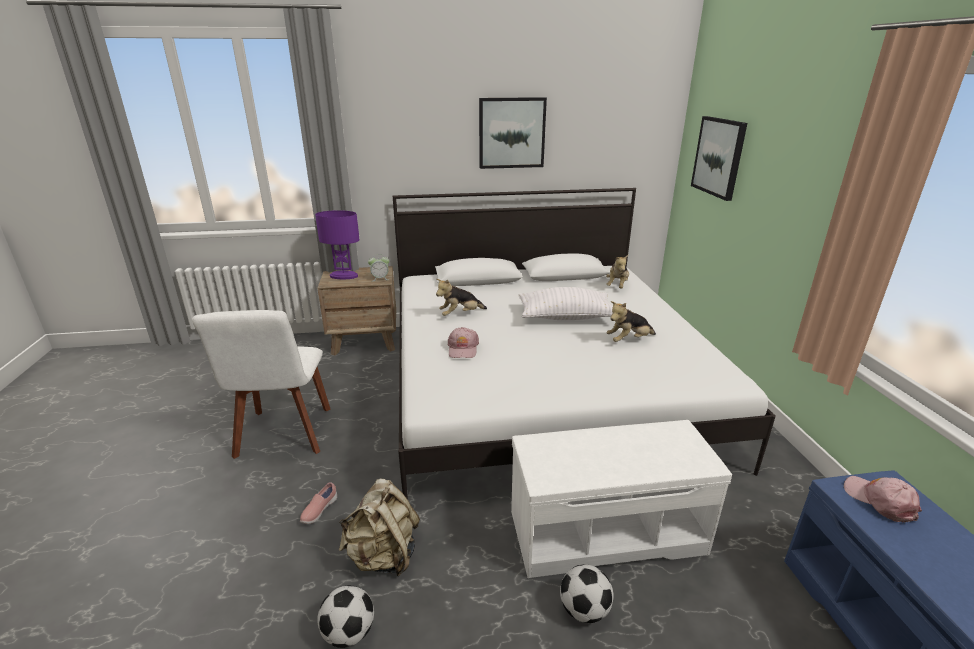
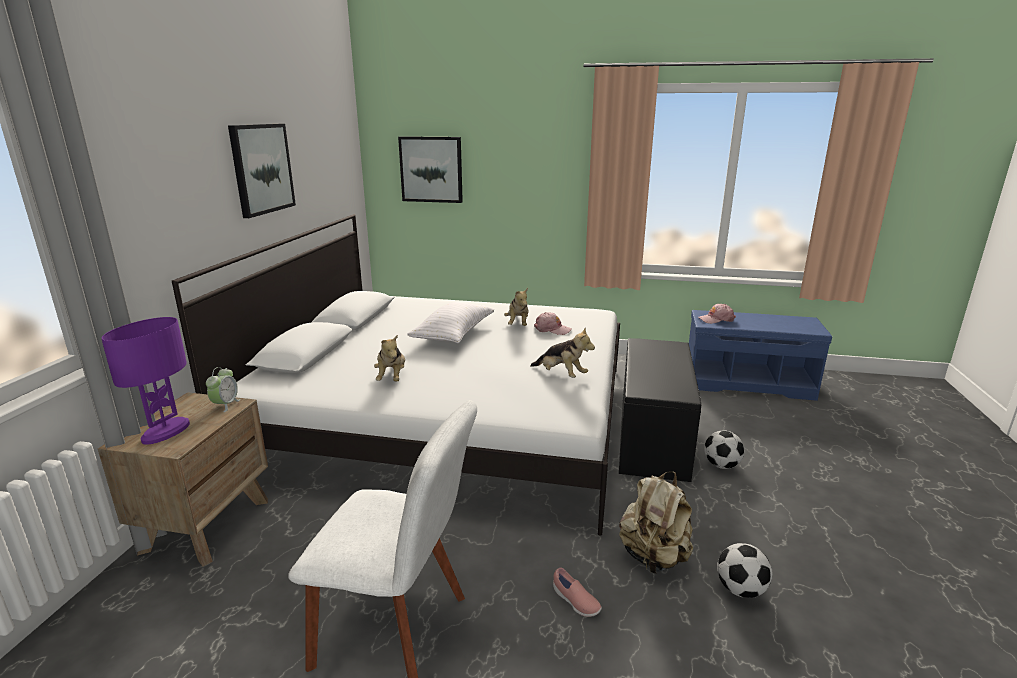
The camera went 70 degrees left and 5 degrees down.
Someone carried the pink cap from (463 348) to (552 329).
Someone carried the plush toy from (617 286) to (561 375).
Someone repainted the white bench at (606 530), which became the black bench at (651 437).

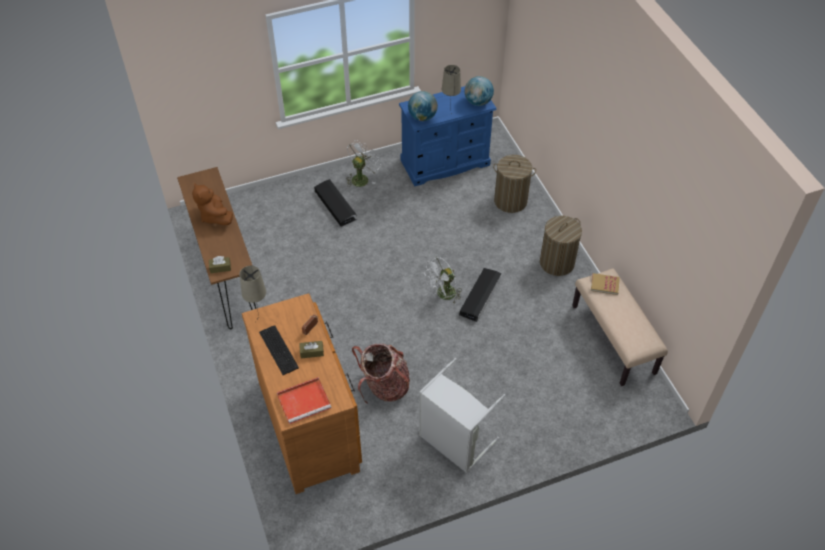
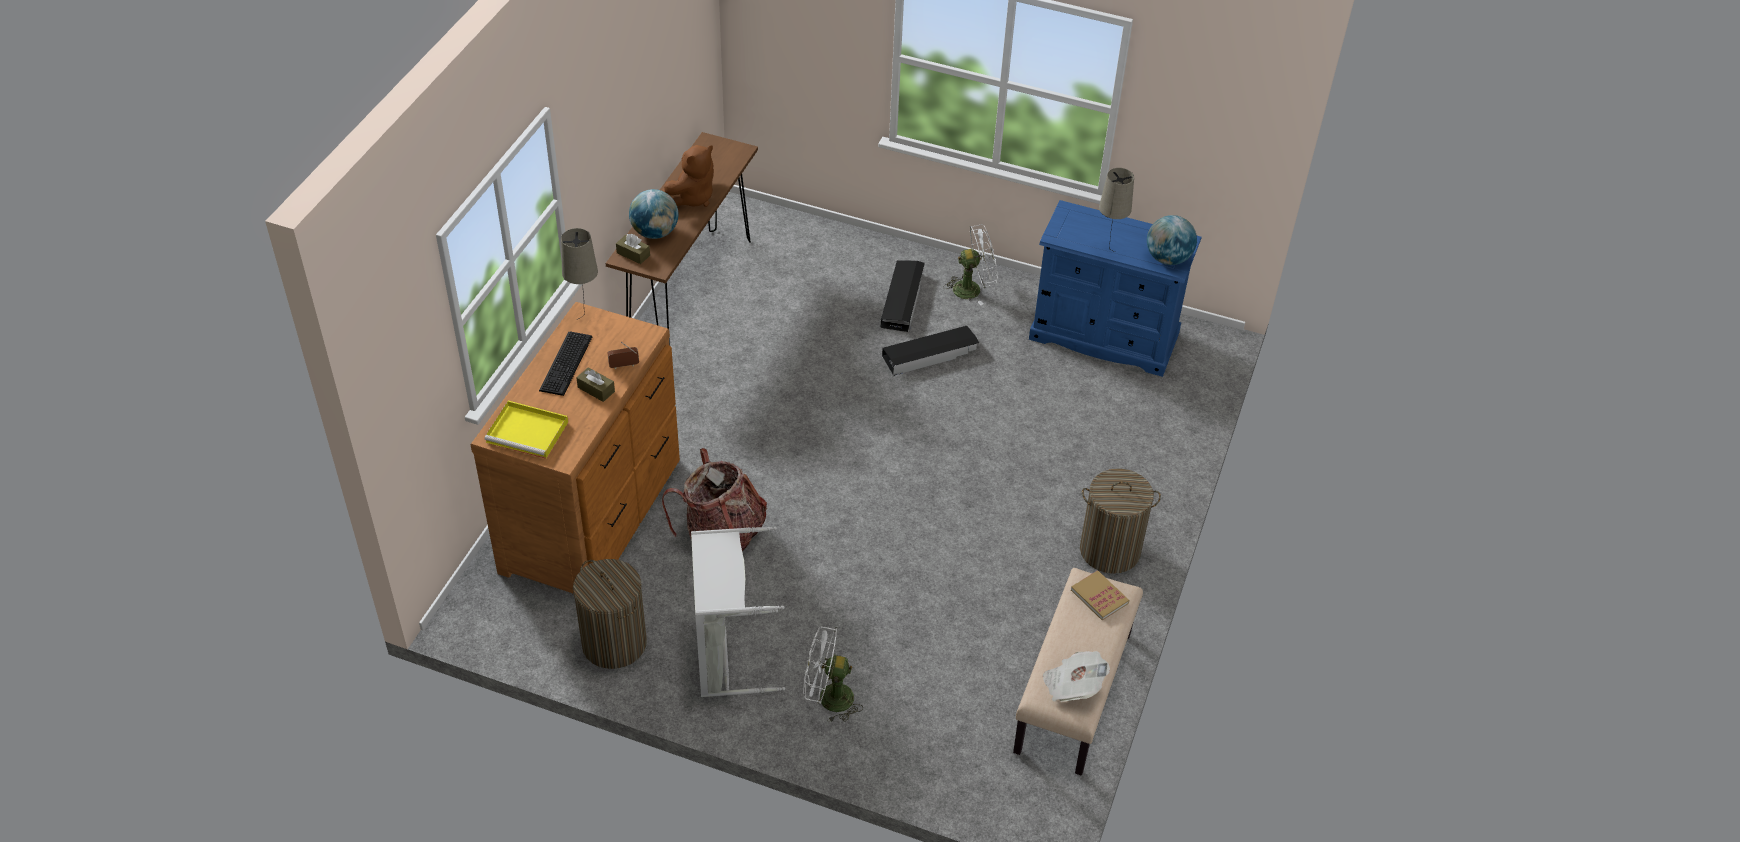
The camera went 40 degrees right and 5 degrees down.
Someone put down the newspaper at (1073 685).
Someone carried the globe from (422 117) to (655 233).
Someone carried the white fan from (443 295) to (828 698).
Someone carried the black storage box from (480 296) to (930 354).
Someone carried the laundry basket from (510 201) to (614 643).
Someone repainted the red tray at (305 401), which became the yellow tray at (529 432).
Someone rotated the brown plush toy at (215 216) by 150 degrees counterclockwise.

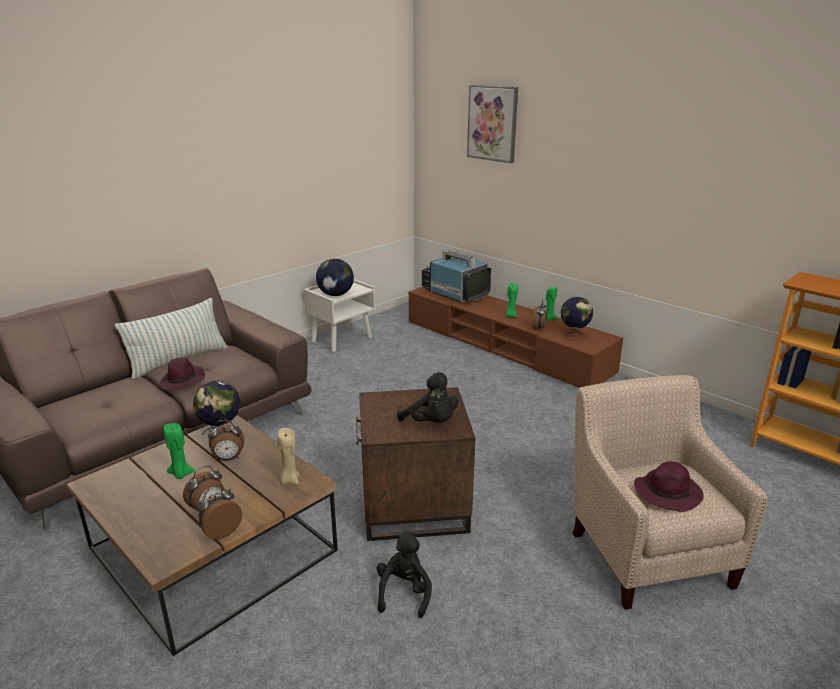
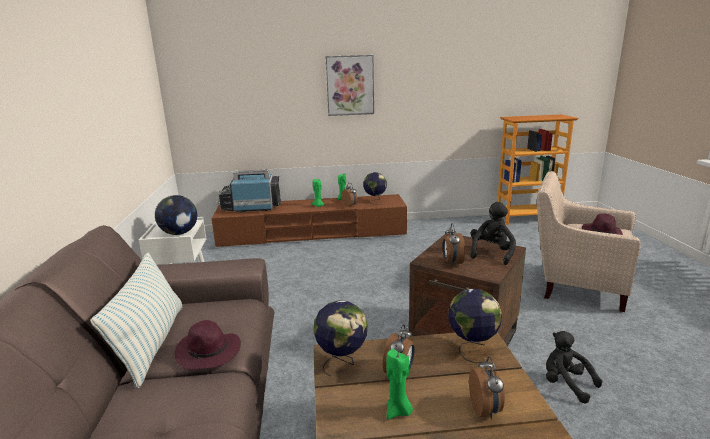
The camera went 50 degrees left and 5 degrees down.
Someone carried the alarm clock from (221 531) to (452 262).
Someone carried the picture from (492 123) to (350 85).
Someone swapped the beige candle at (289 480) for the globe at (472 349).
Someone rotated the black plush toy at (431 423) by 60 degrees counterclockwise.

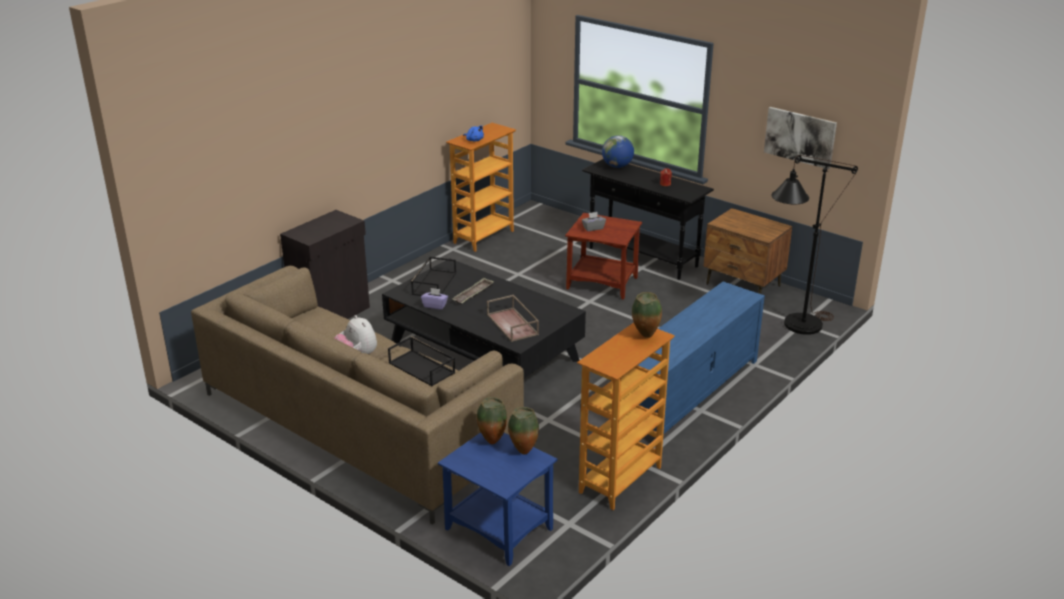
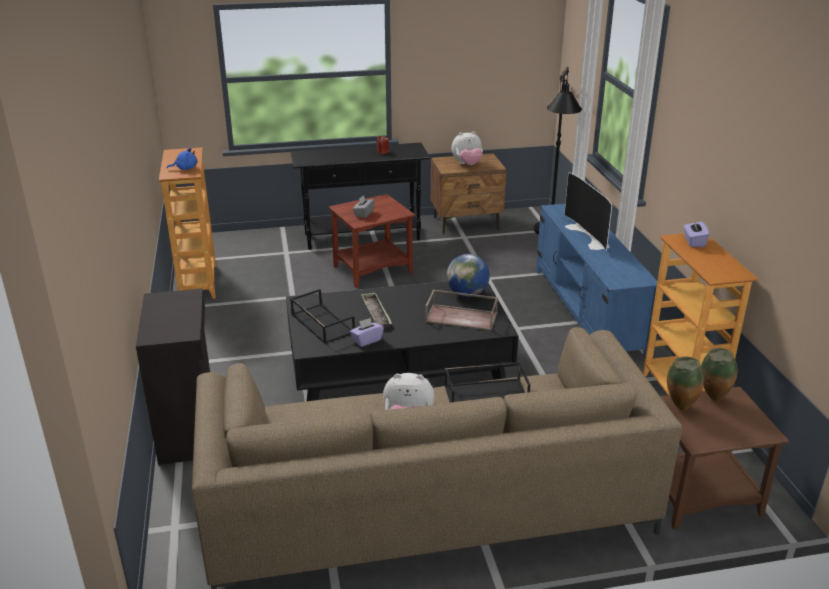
The camera went 50 degrees left and 0 degrees up.
Someone took away the picture at (800 137).
Someone put down the plush toy at (467 164).
Someone put down the television at (589 236).
Someone carried the globe from (617 166) to (467 294).
Someone swapped the vase at (645 336) for the purple tissue box at (694 242).
Someone repainted the blue side table at (498 530), which became the brown side table at (700 496).

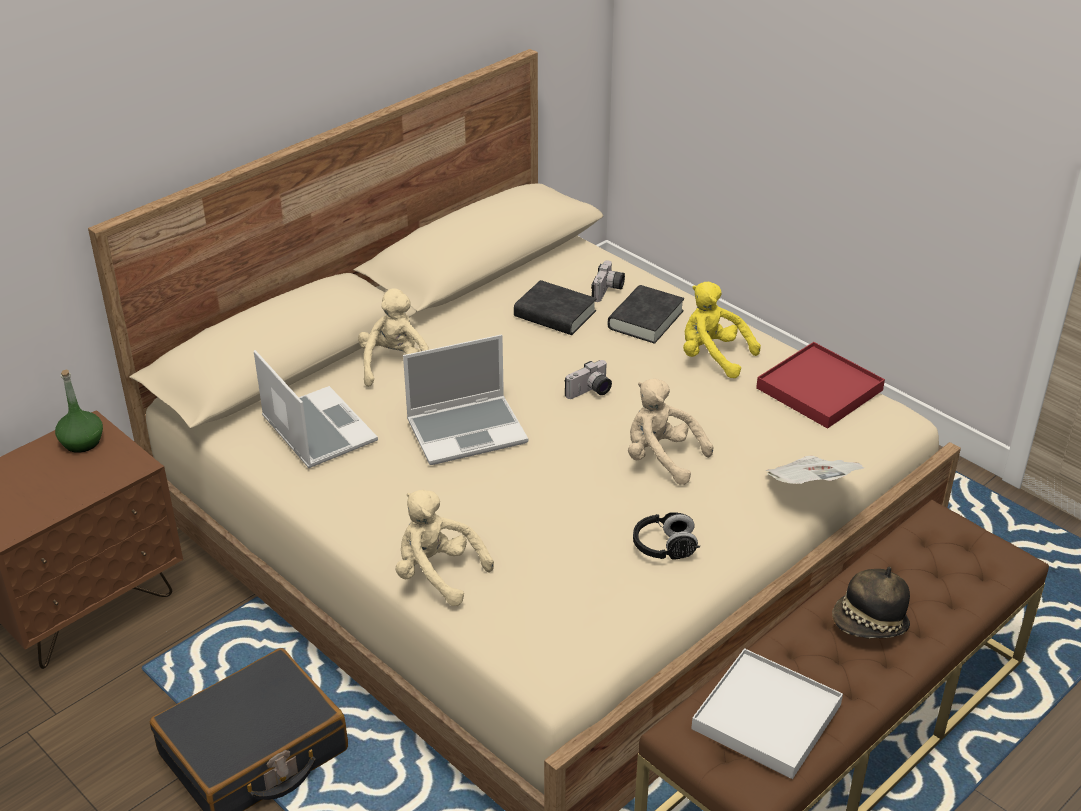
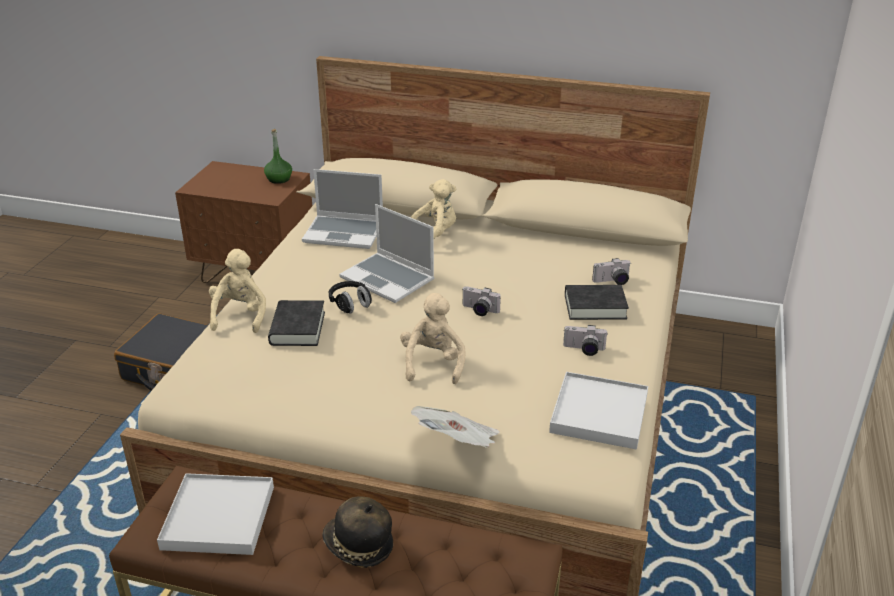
The camera went 60 degrees right and 5 degrees down.
Someone carried the black book from (555 314) to (297 328).
Someone carried the black headphones from (664 548) to (350 304).
Someone swapped the yellow plush toy at (712 357) for the photo camera at (584 350).
Someone repainted the red tray at (819 389), which became the white tray at (599 413).
Someone rotated the laptop at (316 430) by 75 degrees clockwise.

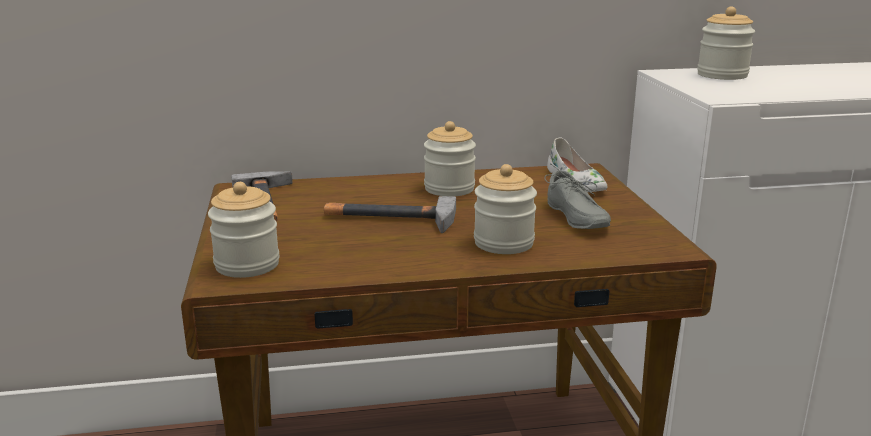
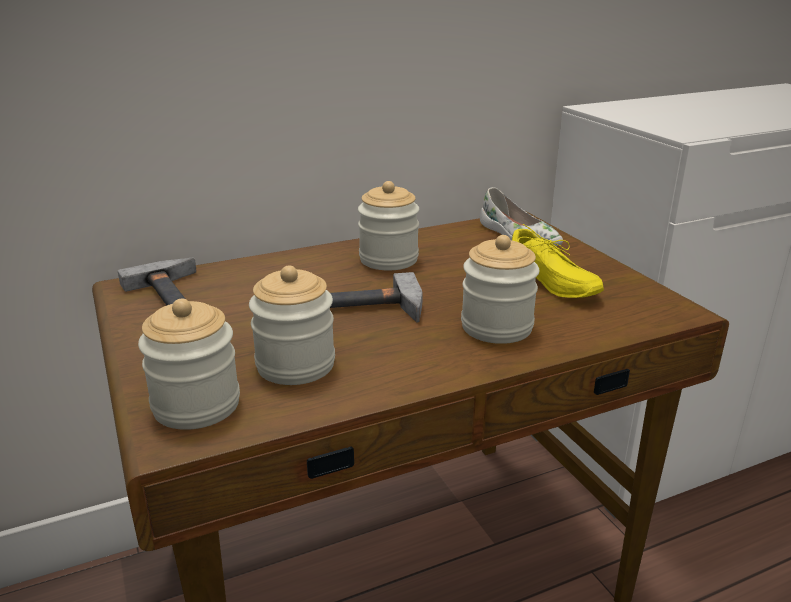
The camera went 15 degrees left and 5 degrees up.
Someone carried the jar from (722 75) to (295 365).
Someone repainted the grey shoe at (573 218), which became the yellow shoe at (548 283).

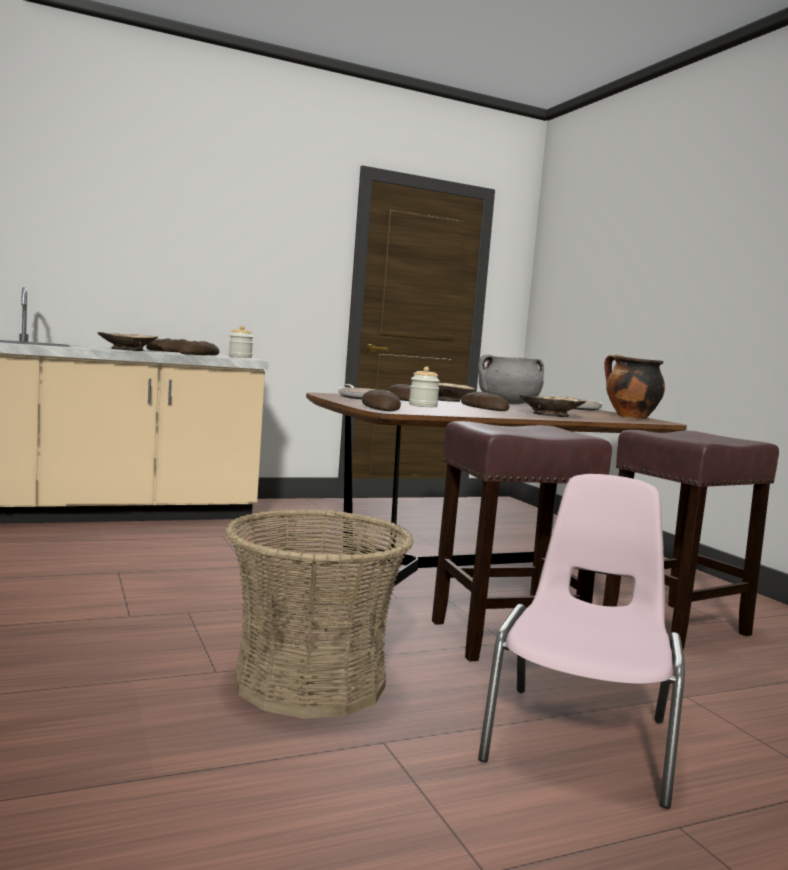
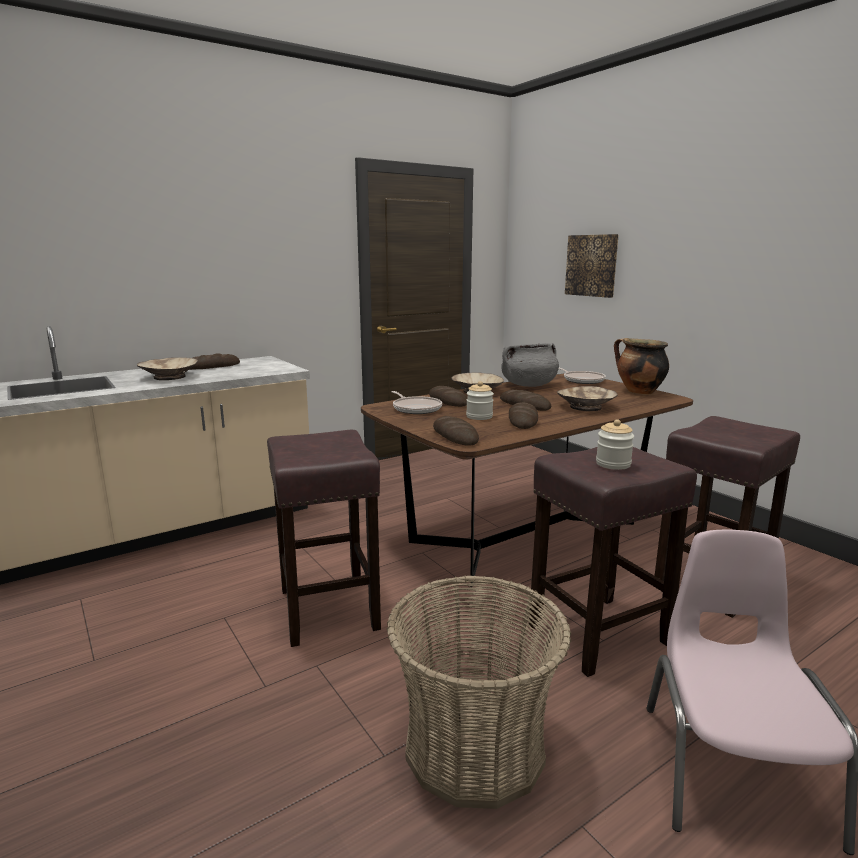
The camera went 10 degrees left and 10 degrees up.
Someone put down the brown stool at (327 608).
Someone put up the picture at (592 265).
Someone carried the bread from (199 354) to (522 420).
Someone carried the jar from (240 357) to (613 464).

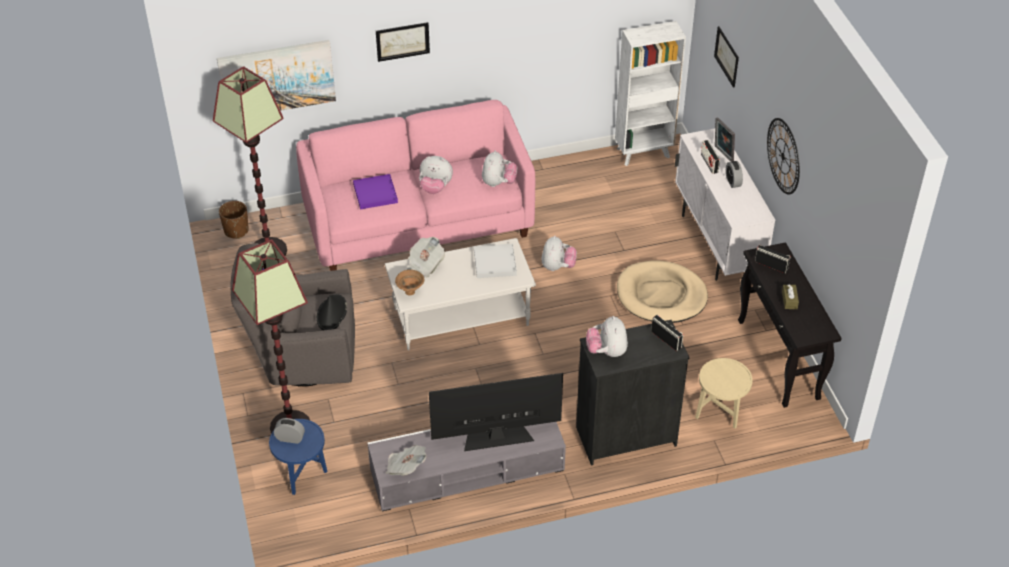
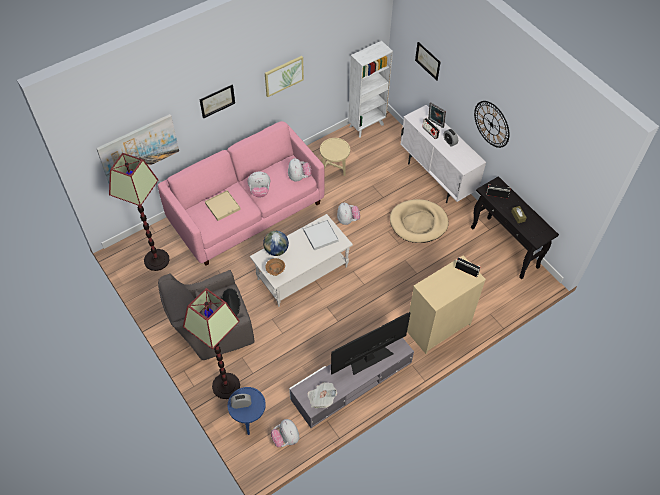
The camera went 20 degrees left and 10 degrees up.
Someone took away the brown planter at (236 230).
Someone put up the picture at (283 75).
Someone carried the plush toy from (606 351) to (286 438).
Someone carried the beige side table from (719 416) to (334 171).
Someone swapped the newspaper at (424 265) for the globe at (276 250).
Someone repainted the purple tray at (375 193), which became the beige tray at (222 206).
Someone repainted the black dresser at (625 436), which became the beige dresser at (437 327).

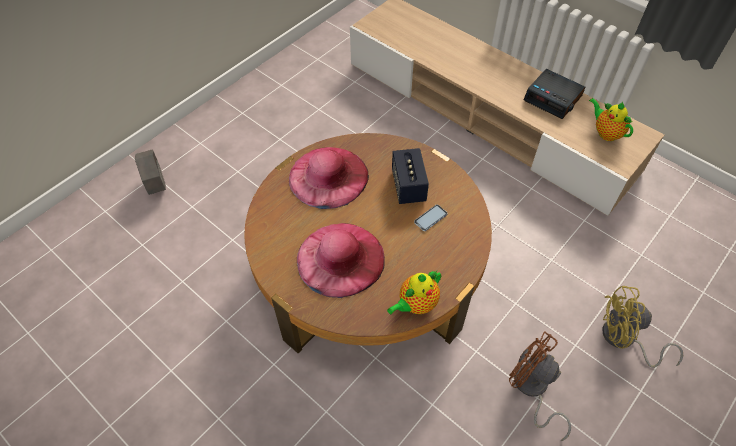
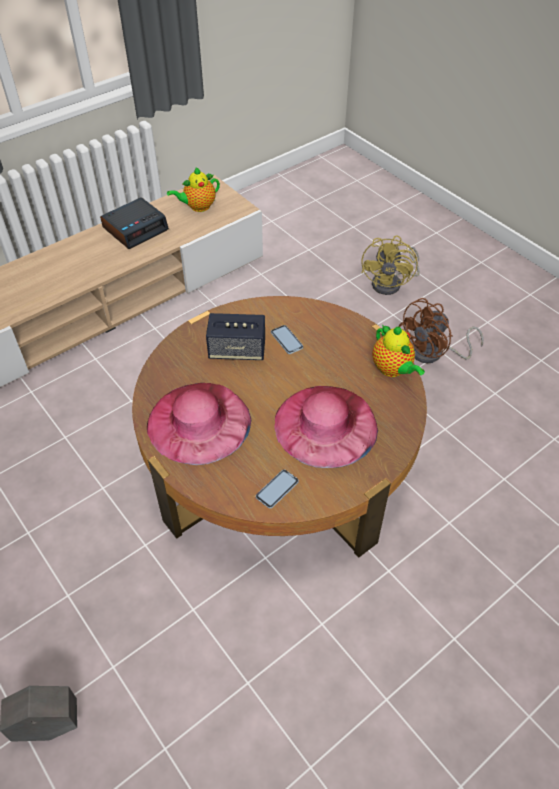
The camera went 80 degrees left and 5 degrees down.
Someone put down the phone at (277 489).

